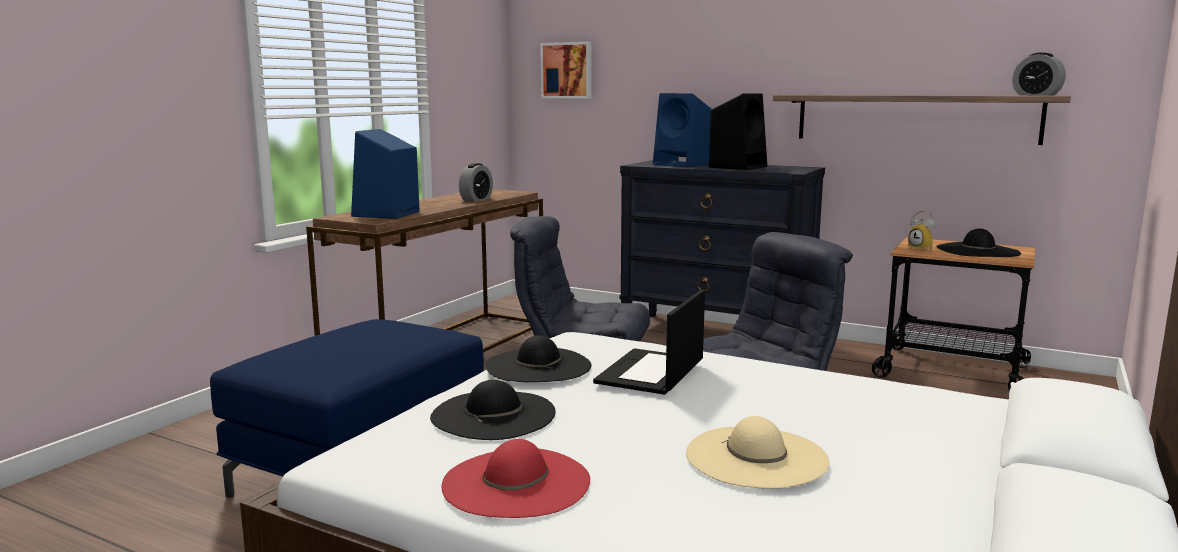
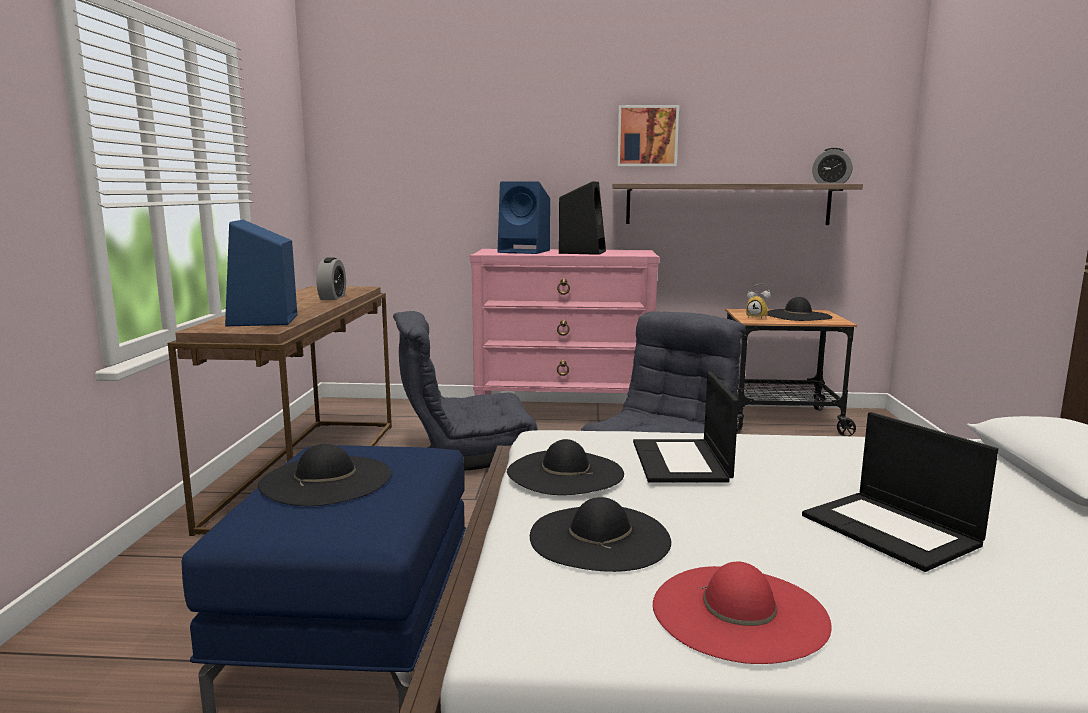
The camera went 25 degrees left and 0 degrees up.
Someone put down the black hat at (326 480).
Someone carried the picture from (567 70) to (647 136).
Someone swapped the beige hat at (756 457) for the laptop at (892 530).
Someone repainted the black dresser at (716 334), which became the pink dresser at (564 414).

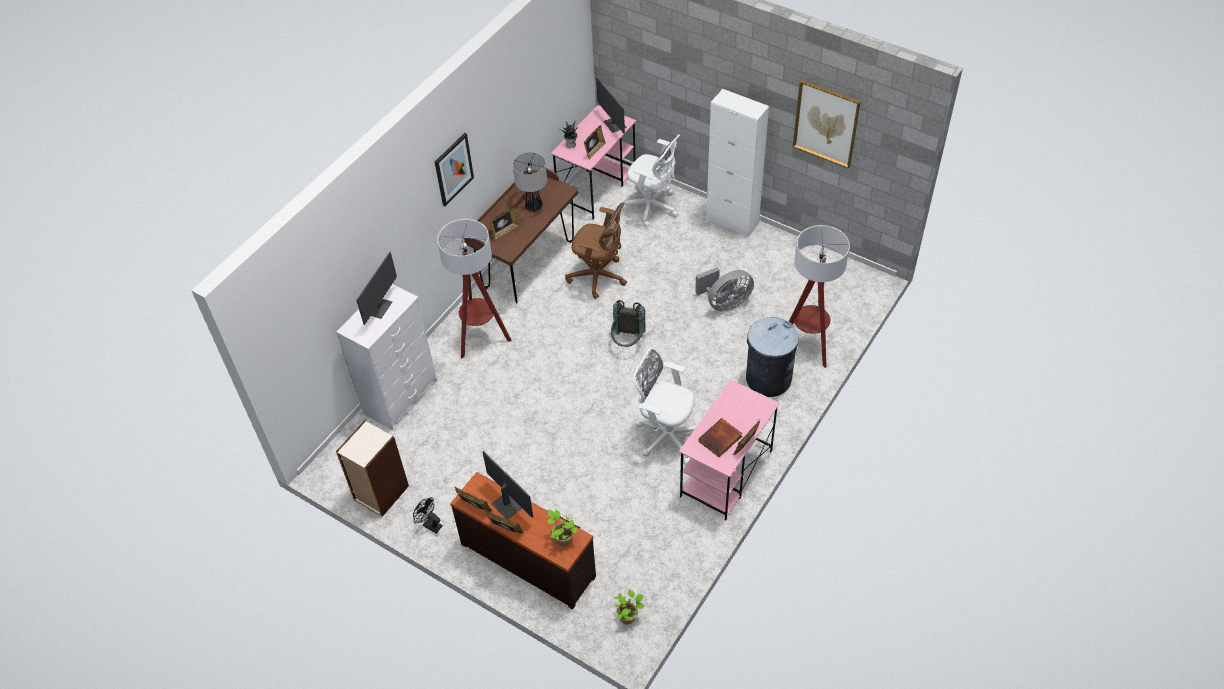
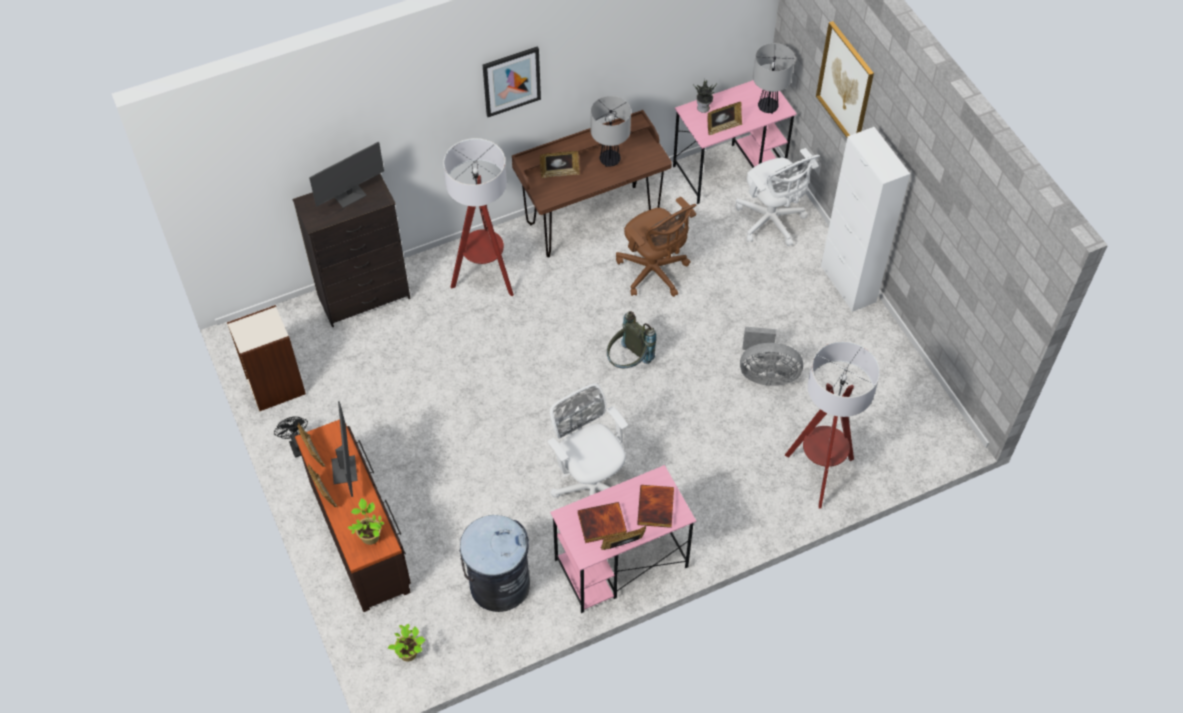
The camera went 30 degrees right and 5 degrees up.
Someone put down the book at (656 508).
Someone carried the grey trash can from (768 378) to (499 584).
Someone carried the picture from (826 123) to (845 84).
Someone swapped the monitor at (614 125) for the table lamp at (768 107).
Someone repainted the white dresser at (401 397), which became the black dresser at (365 297).

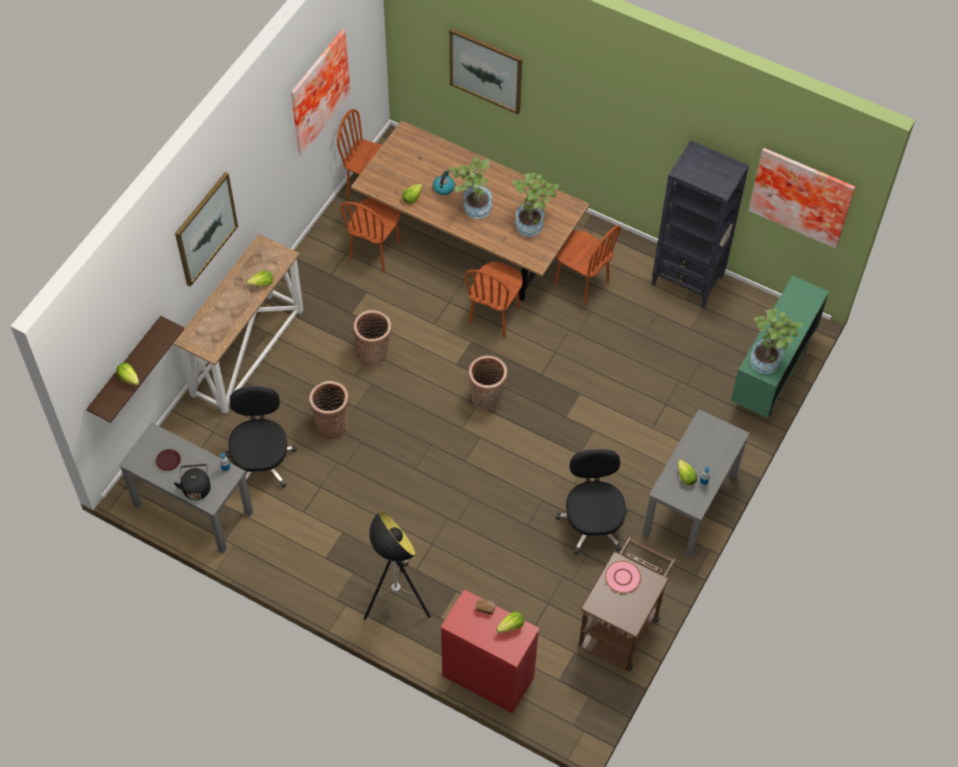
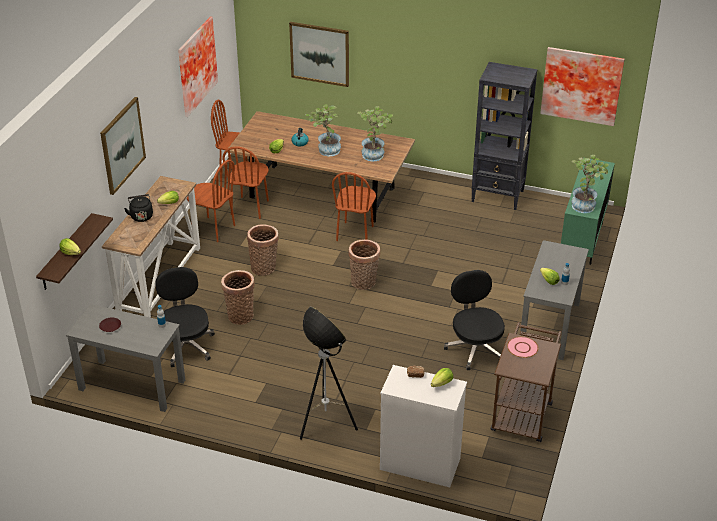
The camera went 10 degrees left and 20 degrees down.
Someone carried the black kettle from (196 487) to (141 216).
Someone carried the brown chair from (581 283) to (213 229).
Someone repainted the red dresser at (487 676), which became the white dresser at (419 464).

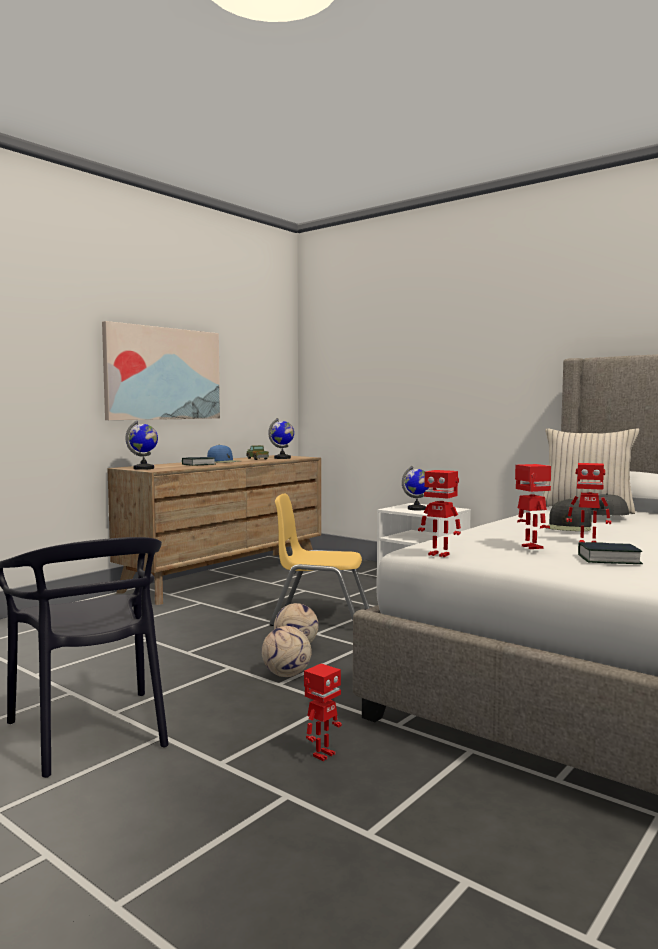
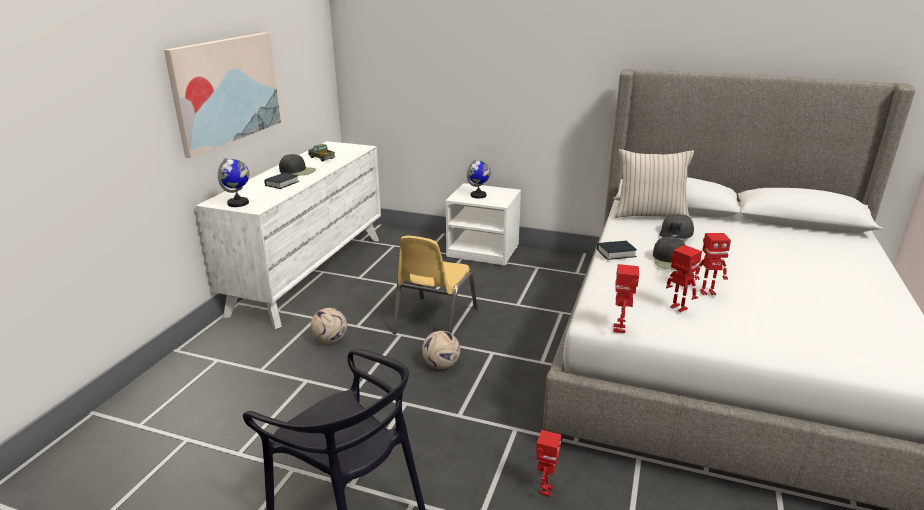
The camera went 20 degrees left and 20 degrees up.
Someone took away the globe at (282 458).
Someone carried the football from (286 674) to (330 340).
Someone carried the book from (609 559) to (616 253).
Someone repainted the brown dresser at (226 575), which became the white dresser at (310 273).
Someone repainted the blue cap at (224 462), which became the black cap at (298 171).
Someone rotated the yellow chair at (320 617) by 60 degrees counterclockwise.
Someone rotated the toy robot at (439 554) by 90 degrees clockwise.

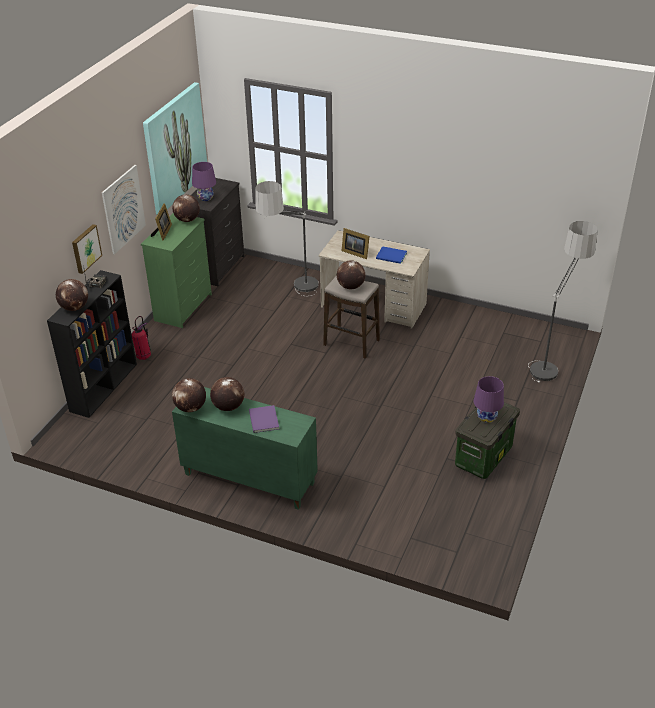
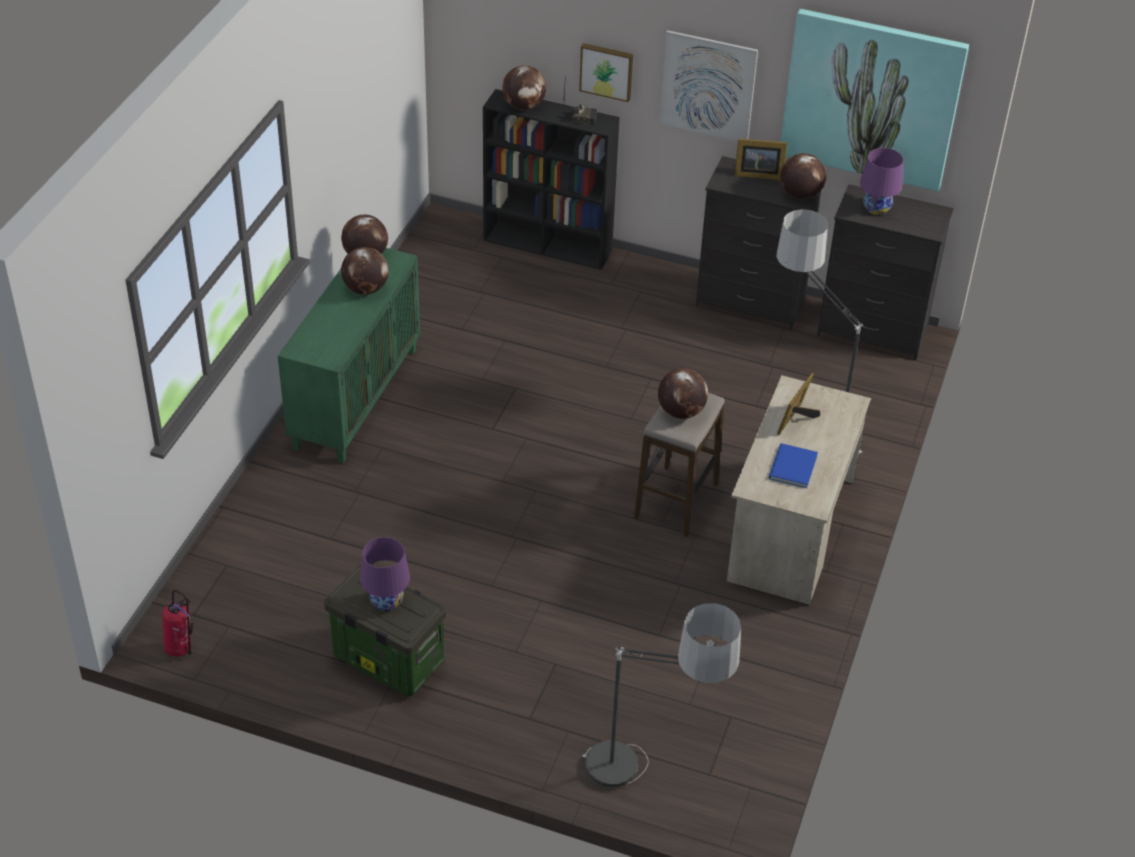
The camera went 85 degrees right and 5 degrees up.
Someone took away the purple book at (263 421).
Someone carried the fire extinguisher from (144 356) to (181 649).
Someone repainted the green dresser at (184 307), which became the black dresser at (751 303).

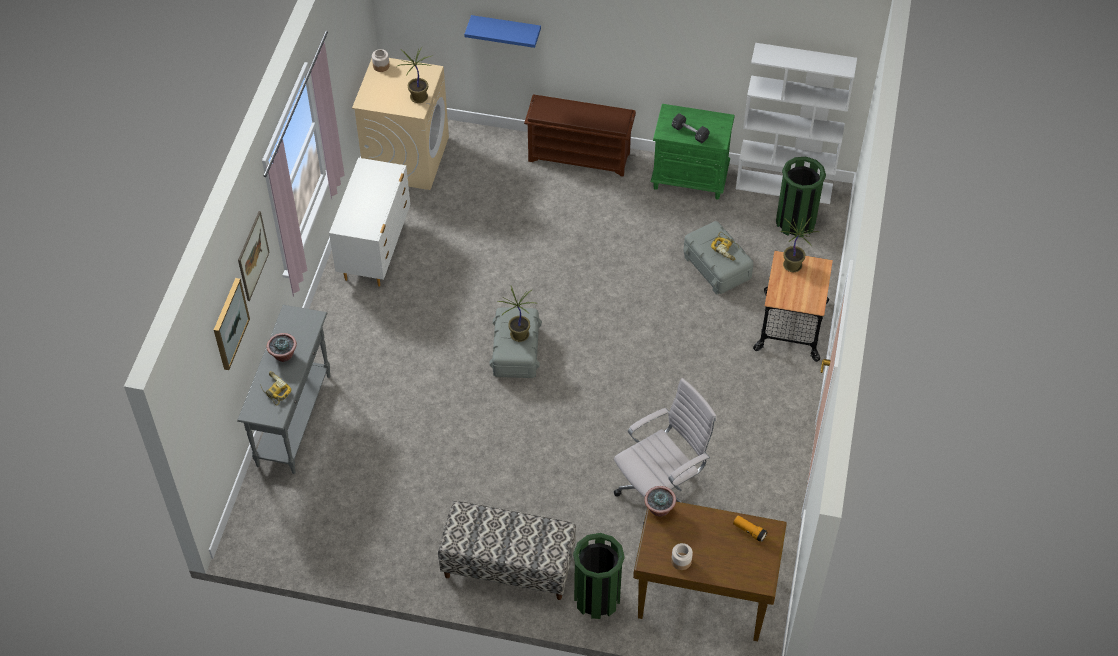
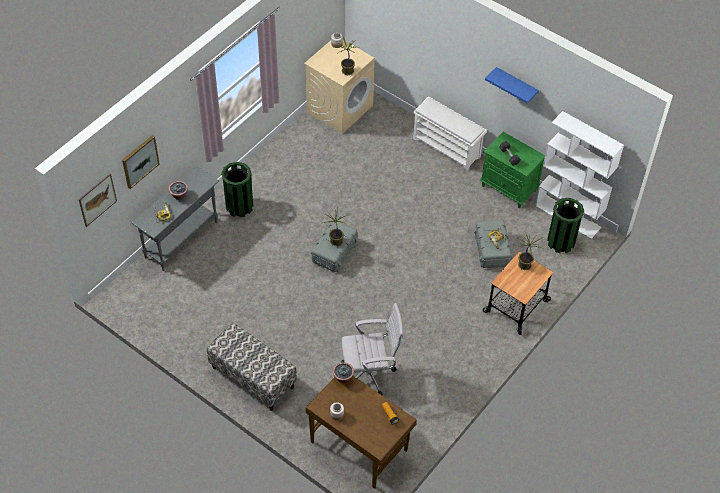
The camera went 25 degrees right and 0 degrees up.
Someone took away the white dresser at (375 250).
Someone carried the picture from (253 255) to (97 199).
Someone carried the blue shelf from (506 30) to (516 85).
Someone carried the green trash can from (597 598) to (239 206).
Someone repainted the brown shoe rack at (580 156), which became the white shoe rack at (447 148).

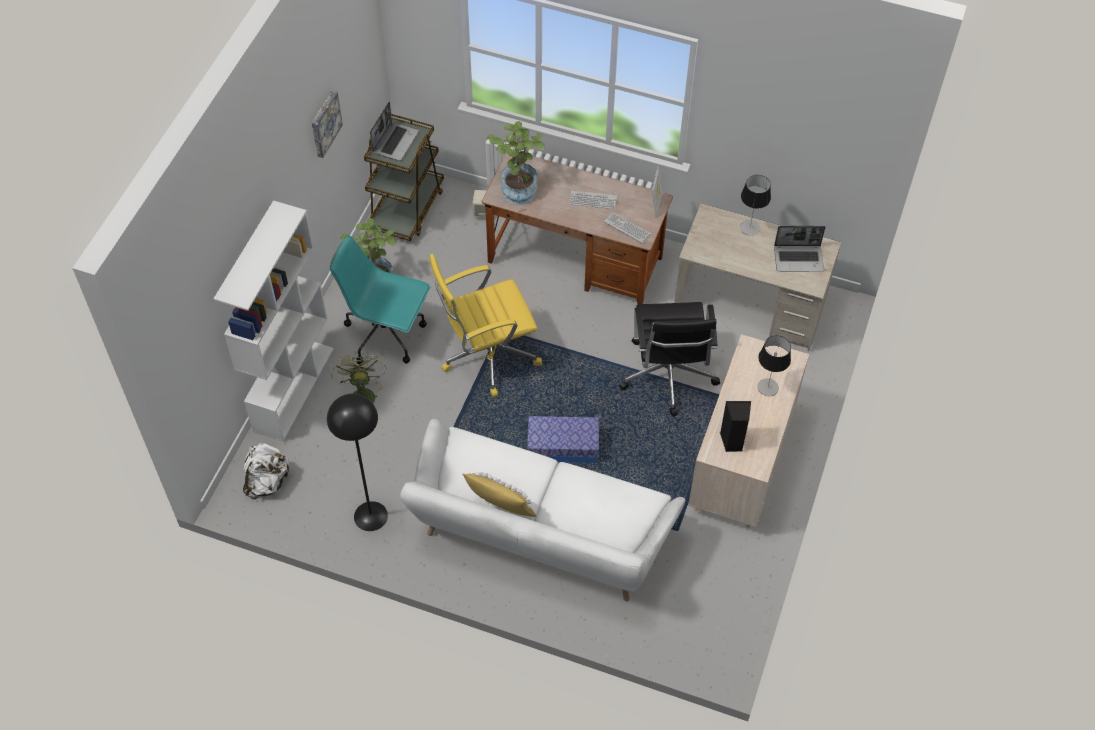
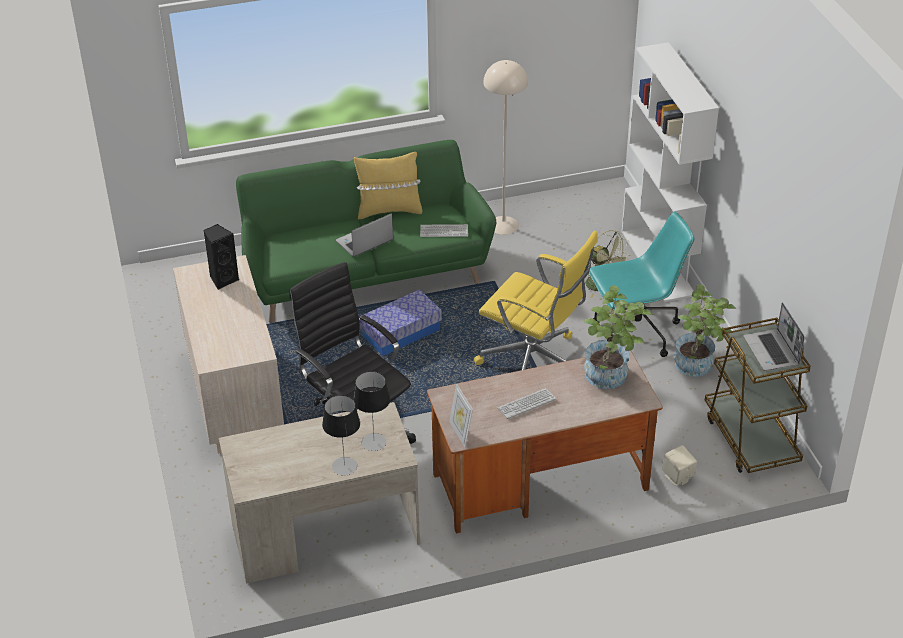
The camera went 145 degrees right and 15 degrees down.
Someone took away the white backpack at (267 482).
Someone took away the picture at (324 123).
Someone carried the keyboard from (627 228) to (444 231).
Someone carried the table lamp from (767 387) to (374 442).
Someone carried the laptop from (799 258) to (364 242).
Someone repainted the black floor lamp at (370 516), which became the beige floor lamp at (503 225).
Someone repainted the white sofa at (539 536), which became the green sofa at (364 272).
Someone rotated the yellow office chair at (486 355) by 90 degrees clockwise.

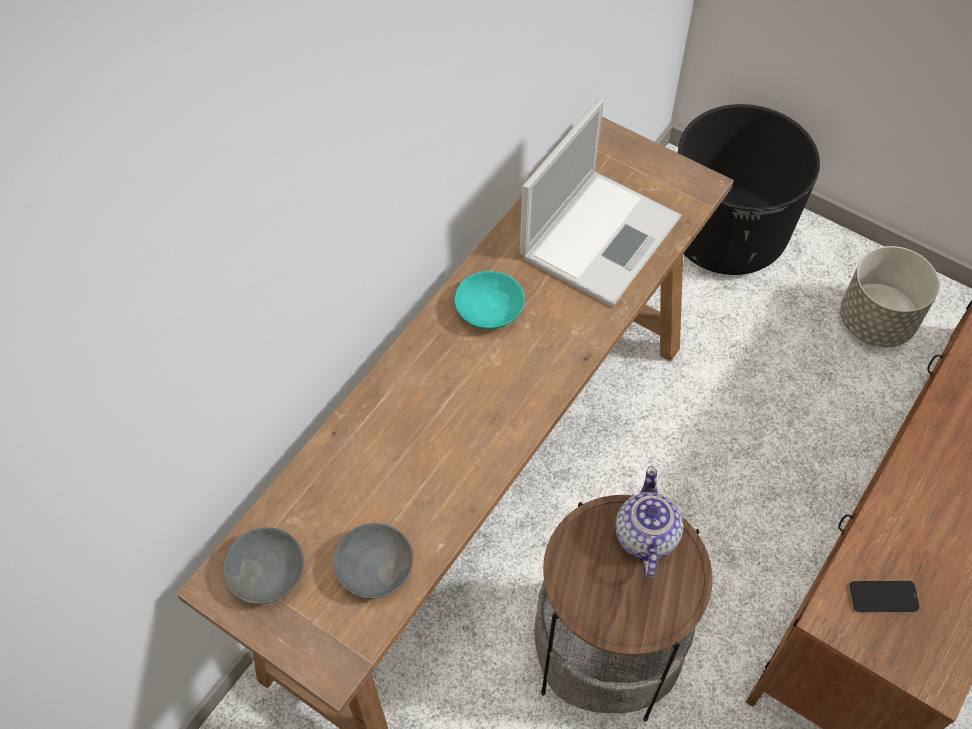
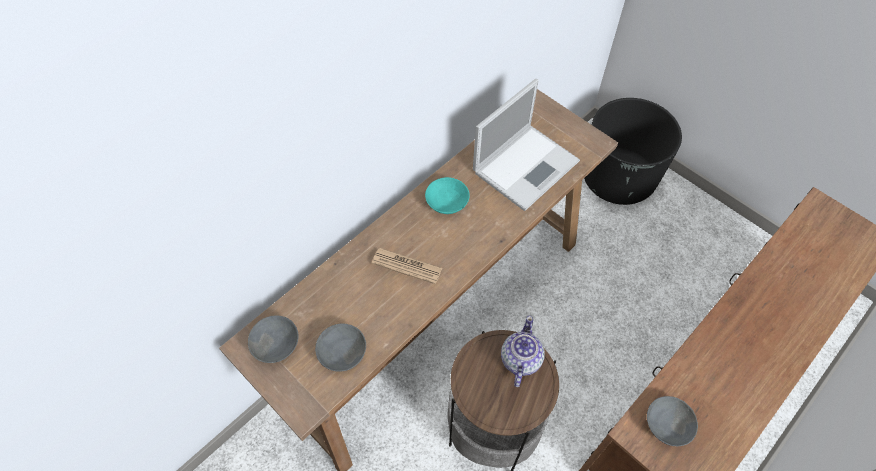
The camera went 10 degrees right and 0 degrees up.
Someone took away the grey planter at (876 321).
Someone put down the newspaper at (407 266).
Someone swapped the phone at (883 597) for the grey bowl at (669 425).

